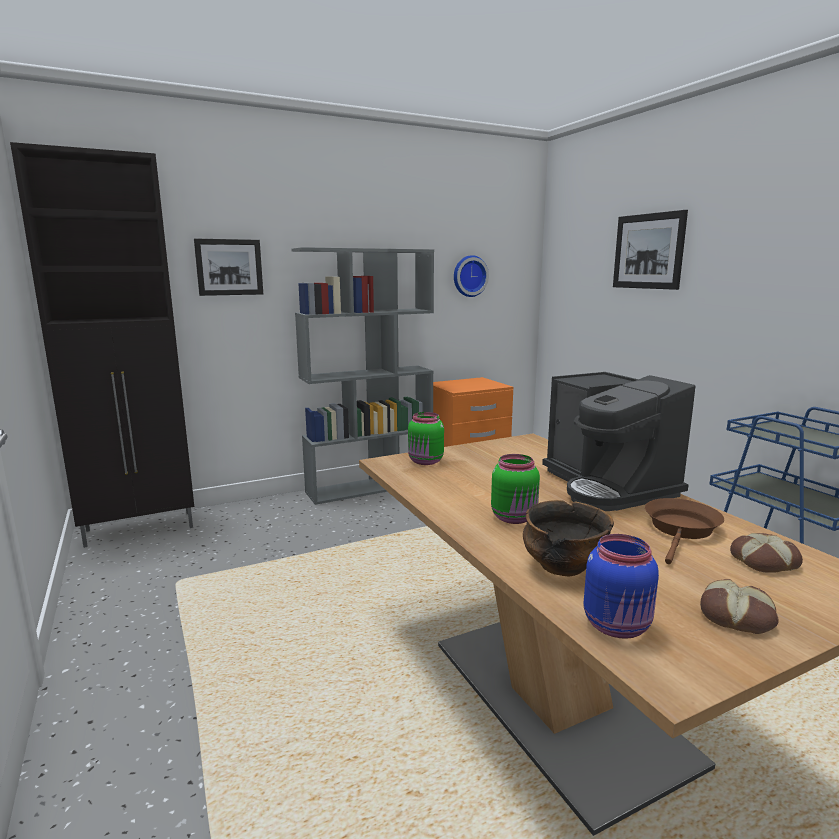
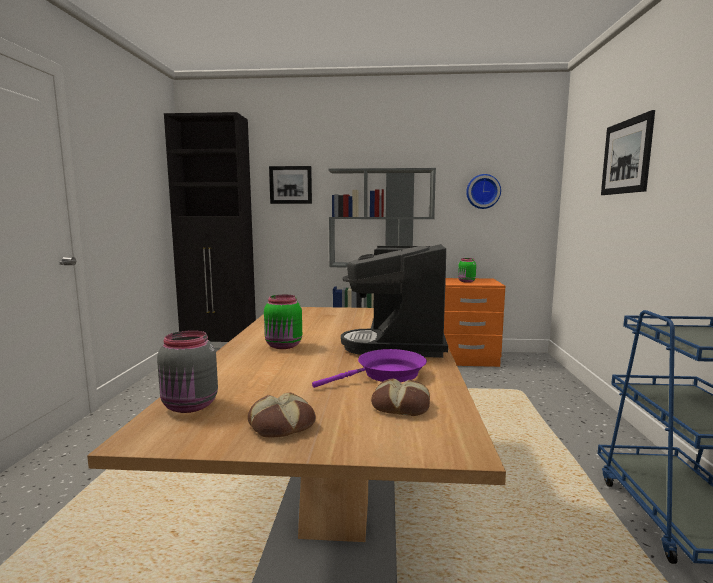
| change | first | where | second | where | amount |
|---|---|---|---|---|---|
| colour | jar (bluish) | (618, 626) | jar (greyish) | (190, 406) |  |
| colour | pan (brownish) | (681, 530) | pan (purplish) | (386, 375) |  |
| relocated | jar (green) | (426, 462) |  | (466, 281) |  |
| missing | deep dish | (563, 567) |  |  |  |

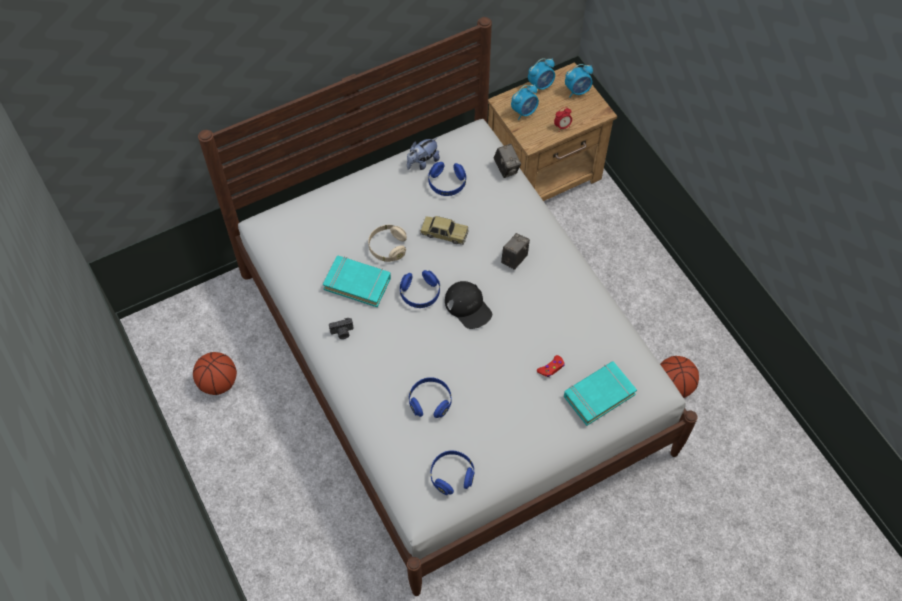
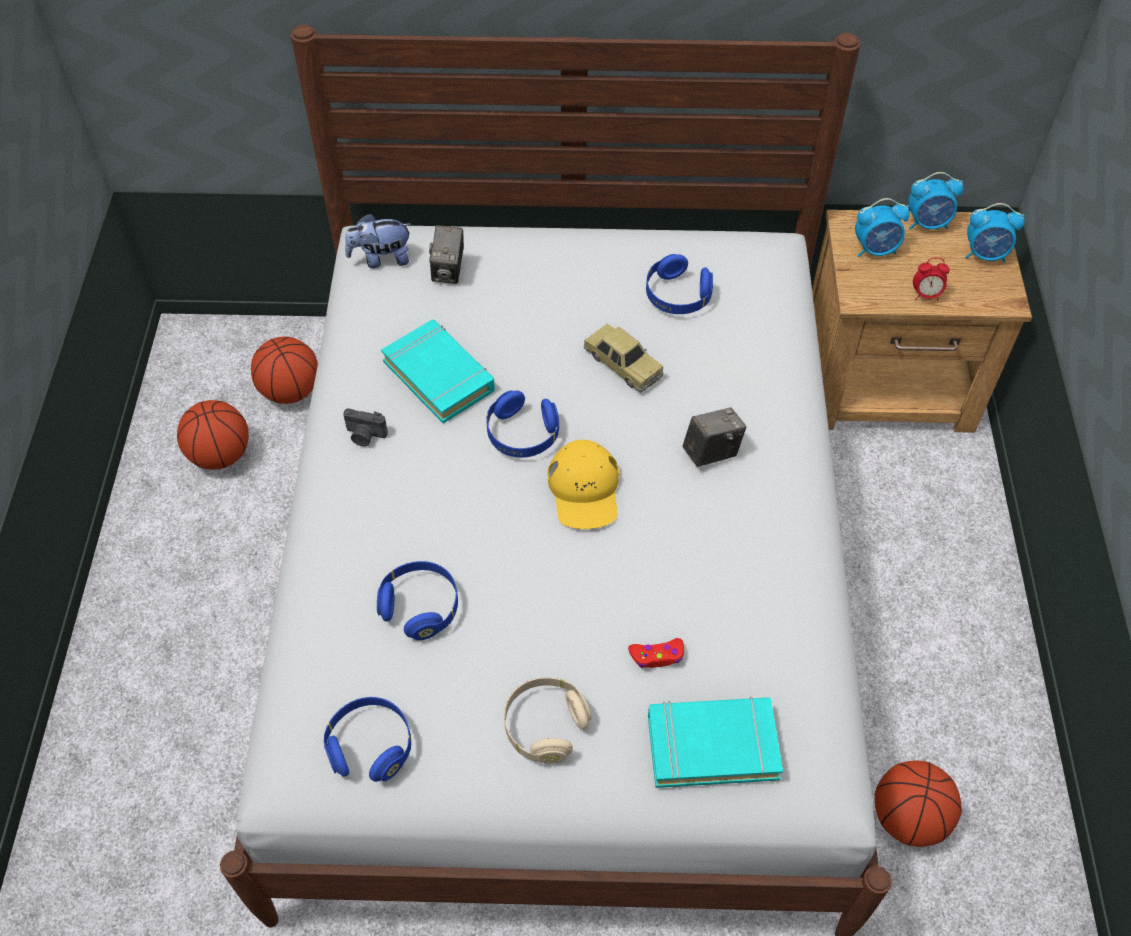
| change | first | where | second | where | amount |
|---|---|---|---|---|---|
| appeared |  |  | basketball | (291, 391) |  |
| relocated | soft toy | (422, 162) |  | (381, 259) |  |
| relocated | photo camera | (506, 168) |  | (448, 271) |  |
| relocated | headset (beige-coloured) | (387, 248) |  | (545, 726) |  |
| colour | peaked cap (black) | (468, 307) | peaked cap (yellow-coloured) | (584, 490) |  |

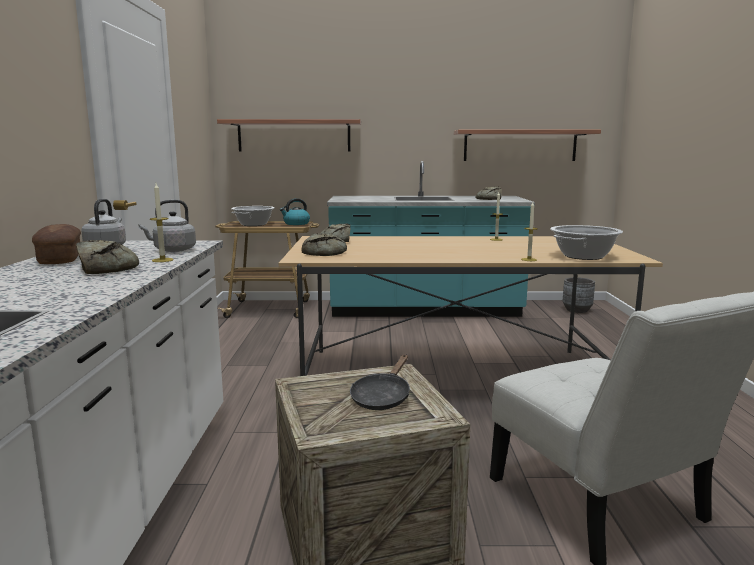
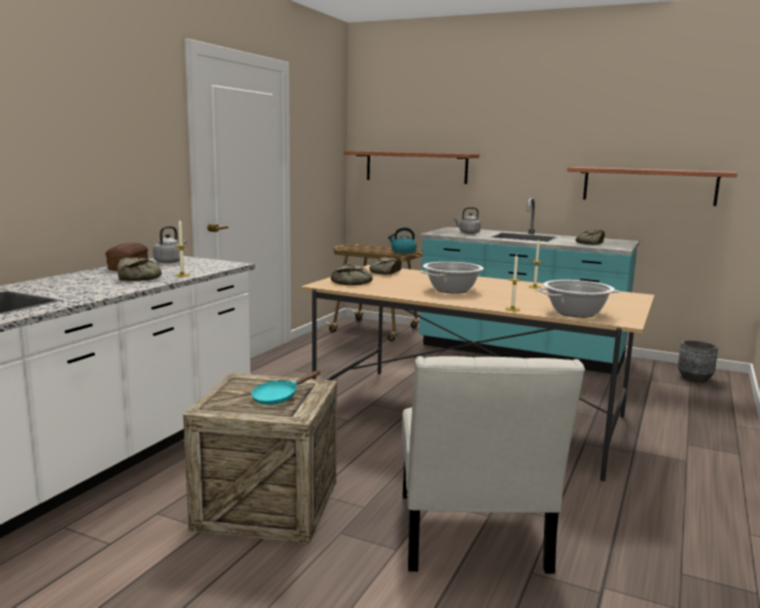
| change | first | where | second | where | amount |
|---|---|---|---|---|---|
| colour | pan (black) | (382, 397) | pan (blue-green) | (279, 397) |  |
| relocated | saucepot | (253, 224) |  | (452, 290) |  |
| relocated | tea kettle (greyish) | (172, 250) |  | (468, 233) |  |

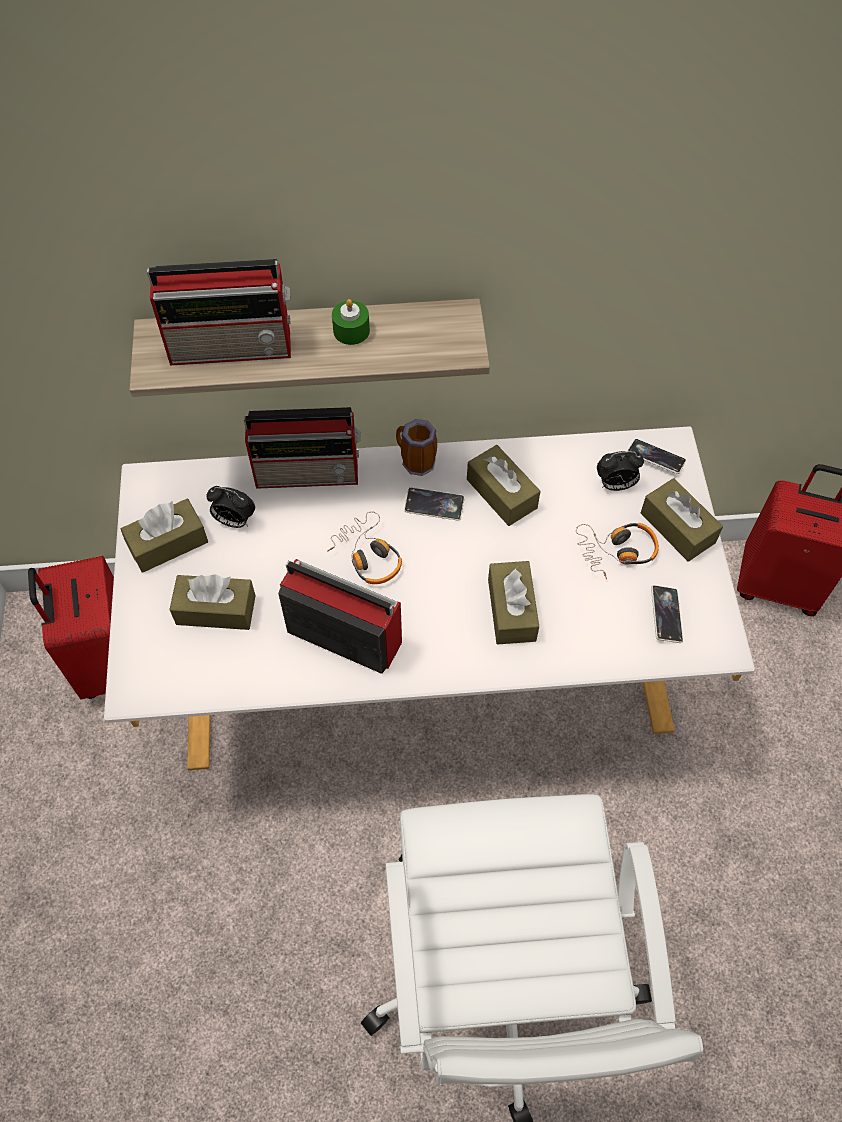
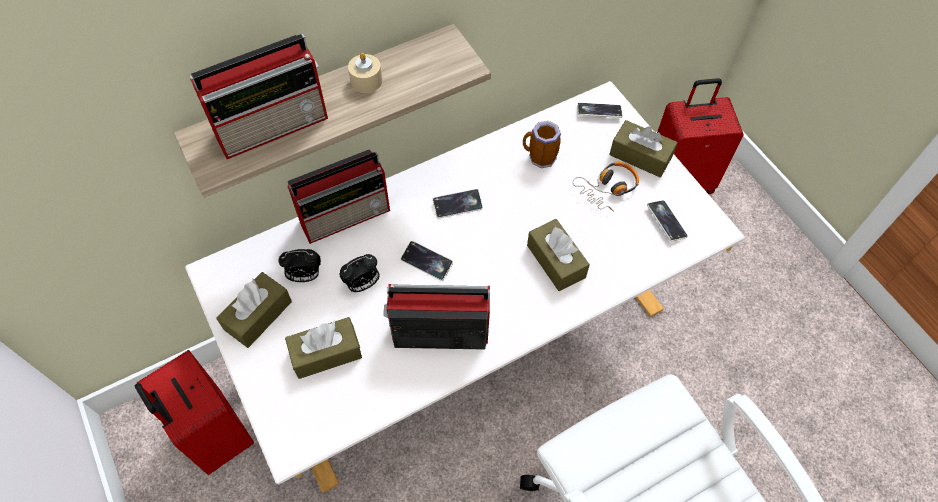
| change | first | where | second | where | amount |
|---|---|---|---|---|---|
| relocated | bedside clock | (615, 485) |  | (362, 284) |  |
| colour | candle (green) | (351, 331) | candle (beige-coloured) | (366, 81) |  |
| exchanged | headset | (368, 555) | phone | (426, 262) |  |
| relocated | mug | (415, 462) |  | (539, 158) |  |
| missing | box of tissues (brownish) | (501, 493) |  |  |  |

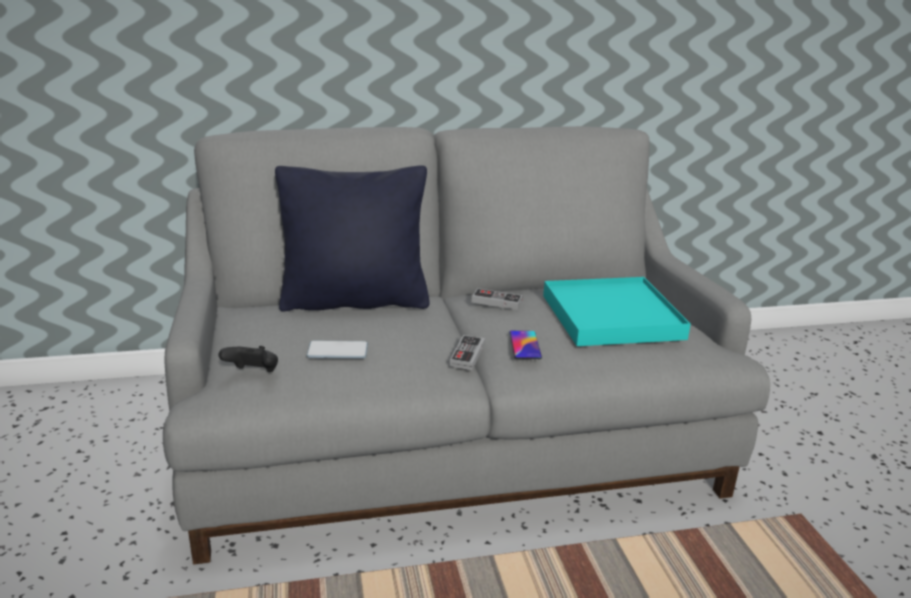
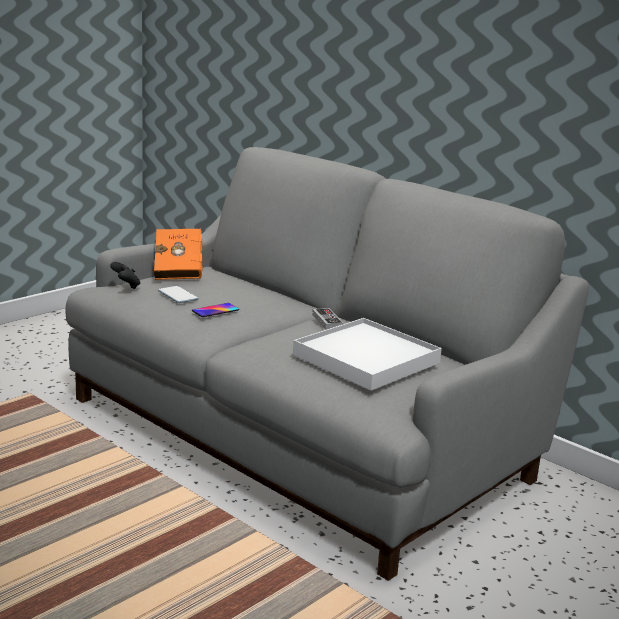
| change | first | where | second | where | amount |
|---|---|---|---|---|---|
| appeared |  |  | bound book (orangey) | (179, 270) |  |
| relocated | phone | (525, 345) |  | (215, 310) |  |
| colour | tray (blue-green) | (611, 316) | tray (white) | (366, 359) |  |
| missing | throw pillow (black) | (355, 301) |  |  |  |
| missing | gamepad | (467, 355) |  |  |  |

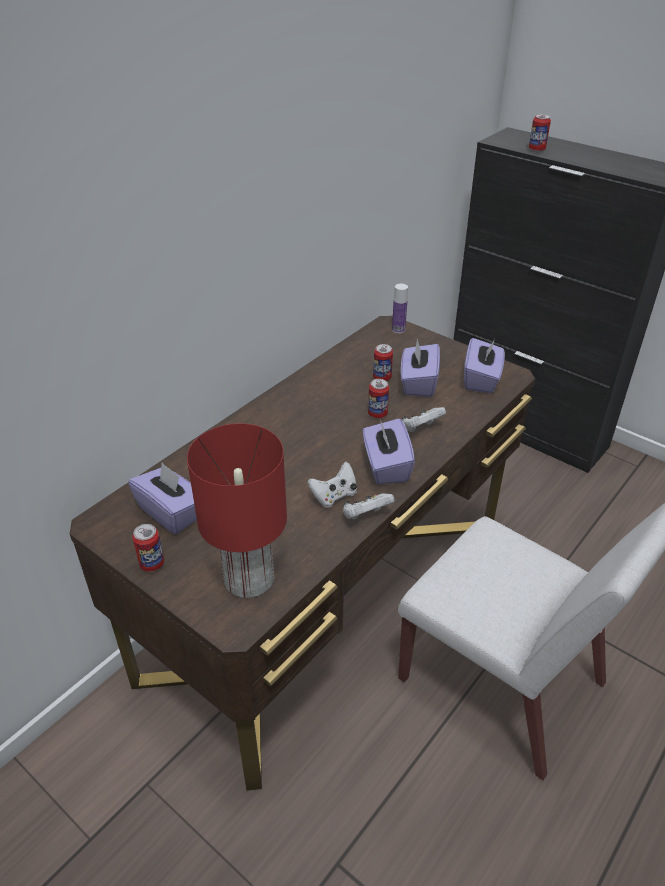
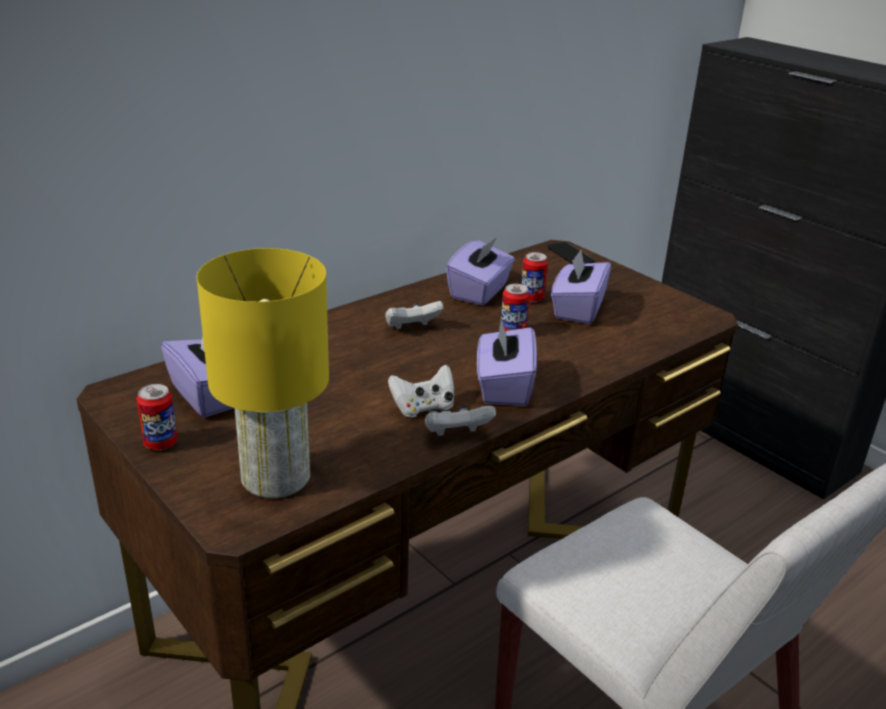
| change | first | where | second | where | amount |
|---|---|---|---|---|---|
| colour | tabletop lamp (red) | (248, 577) | tabletop lamp (yellow-coloured) | (276, 476) |  |
| relocated | gamepad (white) | (420, 429) |  | (411, 328) |  |
| relocated | box of tissues (purplish) | (481, 379) |  | (480, 292) |  |
| exchanged | bottle | (398, 330) | phone | (570, 255) |  |
| missing | sealed can | (536, 149) |  |  |  |

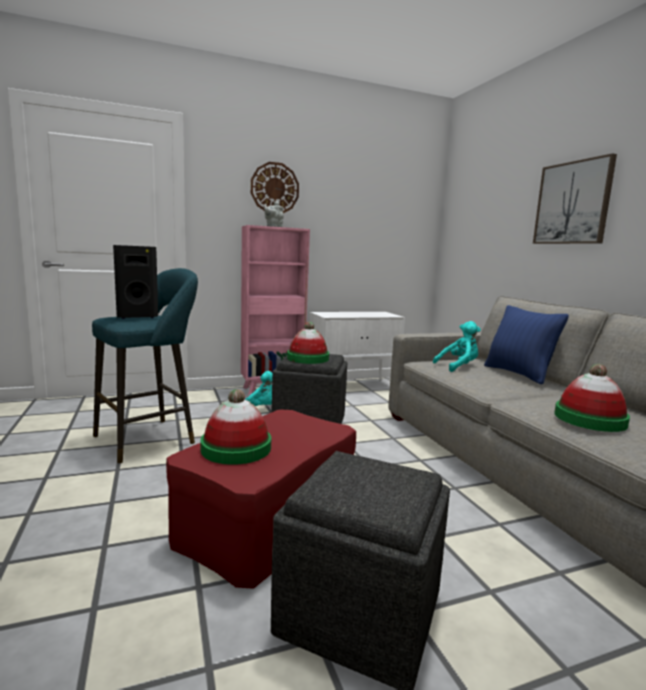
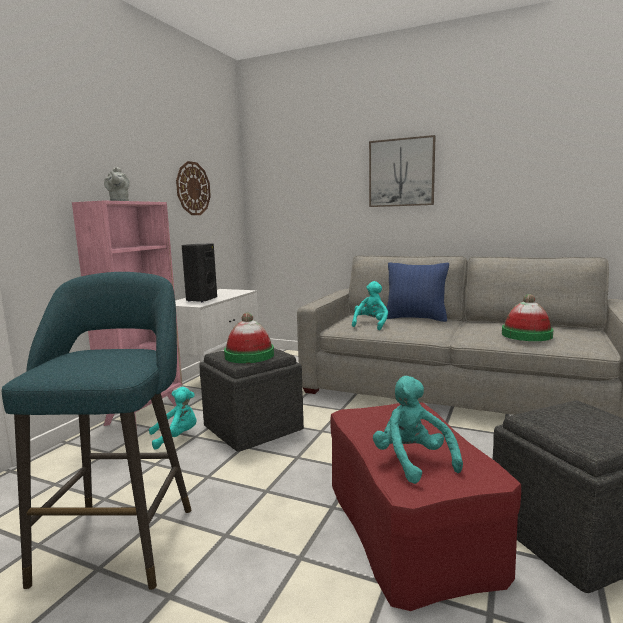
| change | first | where | second | where | amount |
|---|---|---|---|---|---|
| relocated | wall clock | (274, 188) |  | (193, 188) |  |
| relocated | loudspeaker (black) | (136, 316) |  | (200, 300) |  |
| exchanged | hat | (236, 448) | soft toy (blue-green) | (412, 461) |  |

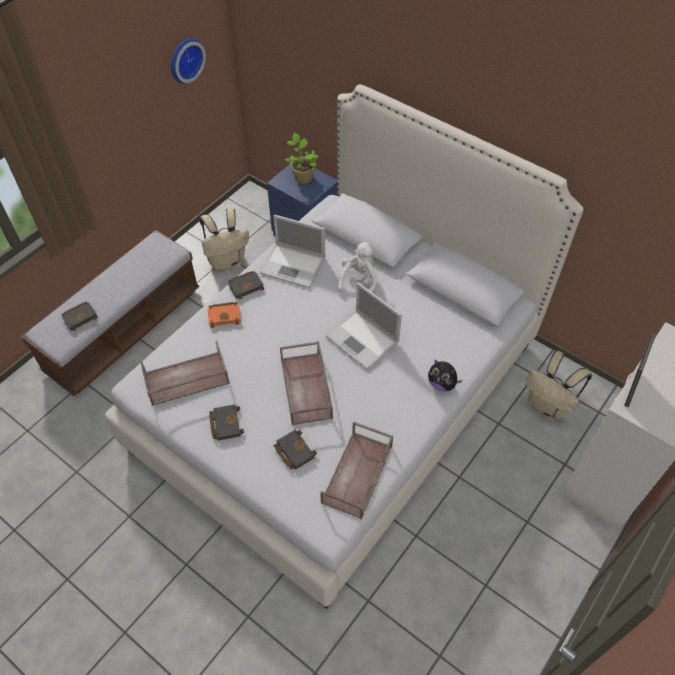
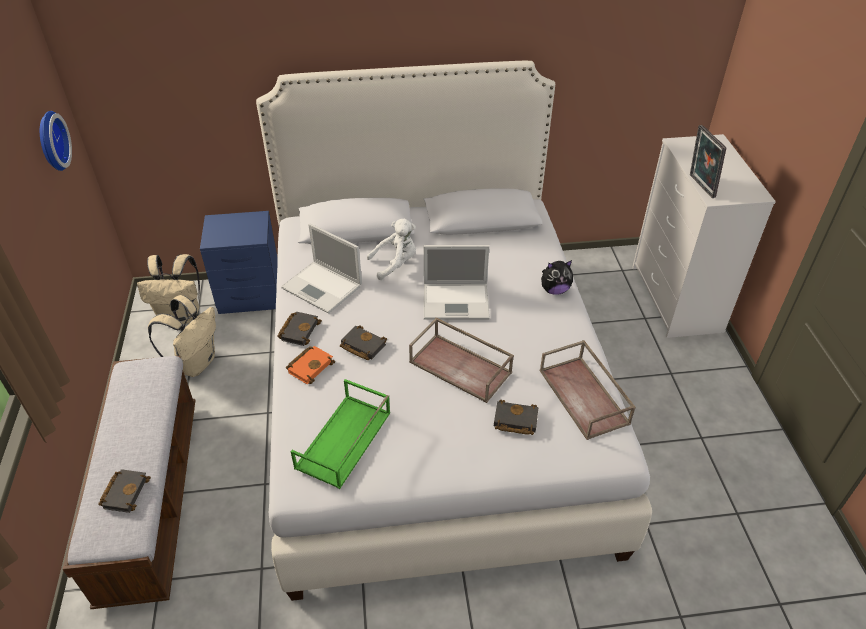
| change | first | where | second | where | amount |
|---|---|---|---|---|---|
| relocated | knapsack (beige-coloured) | (548, 406) |  | (181, 315) |  |
| spun | notebook computer | (294, 266) |  | (323, 287) | 60 degrees clockwise |
| colour | tray (brownish) | (186, 379) | tray (green) | (344, 441) |  |
| relocated | bound book (black) | (225, 423) |  | (361, 346) |  |
| spun | soft toy (white) | (359, 281) |  | (395, 264) | 90 degrees clockwise |
| missing | plant in a pot | (302, 177) |  |  |  |

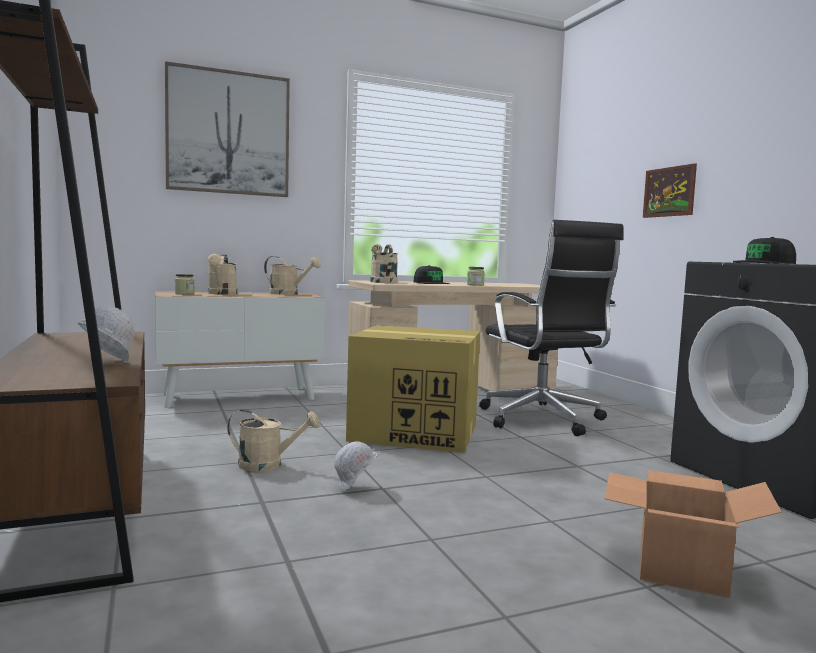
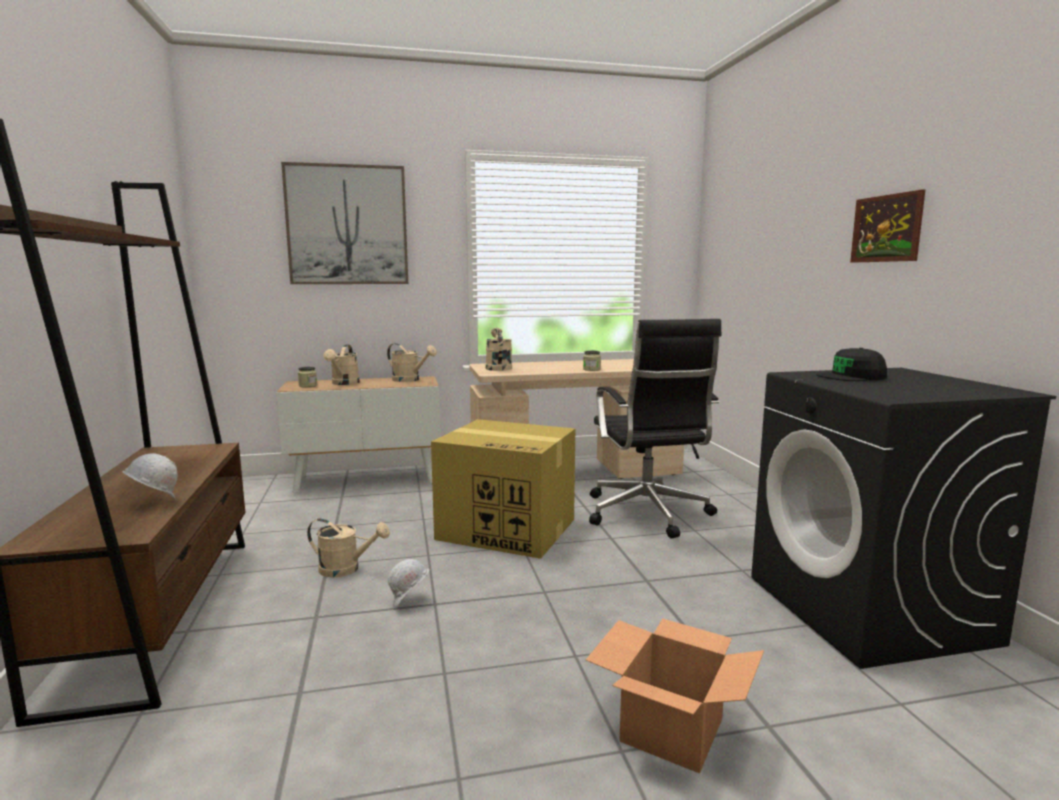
| change | first | where | second | where | amount |
|---|---|---|---|---|---|
| relocated | wall picture | (669, 192) |  | (886, 228) |  |
| missing | peaked cap (black) | (431, 283) |  |  |  |

